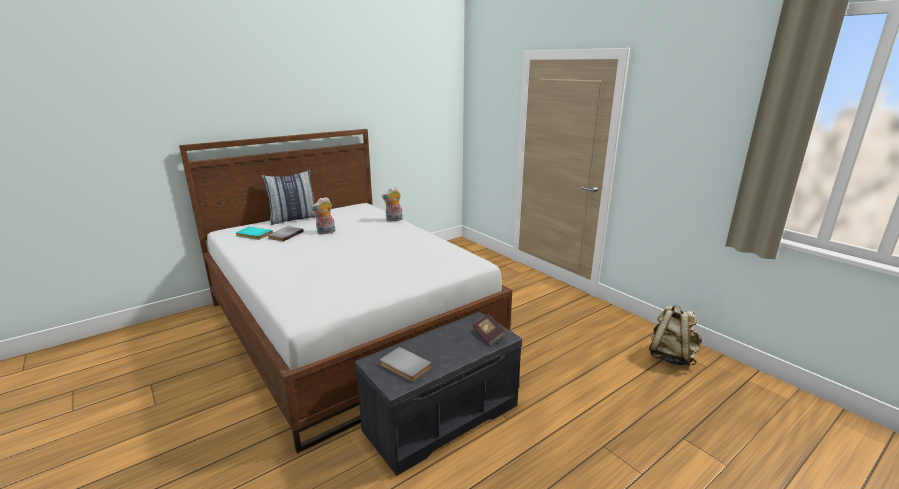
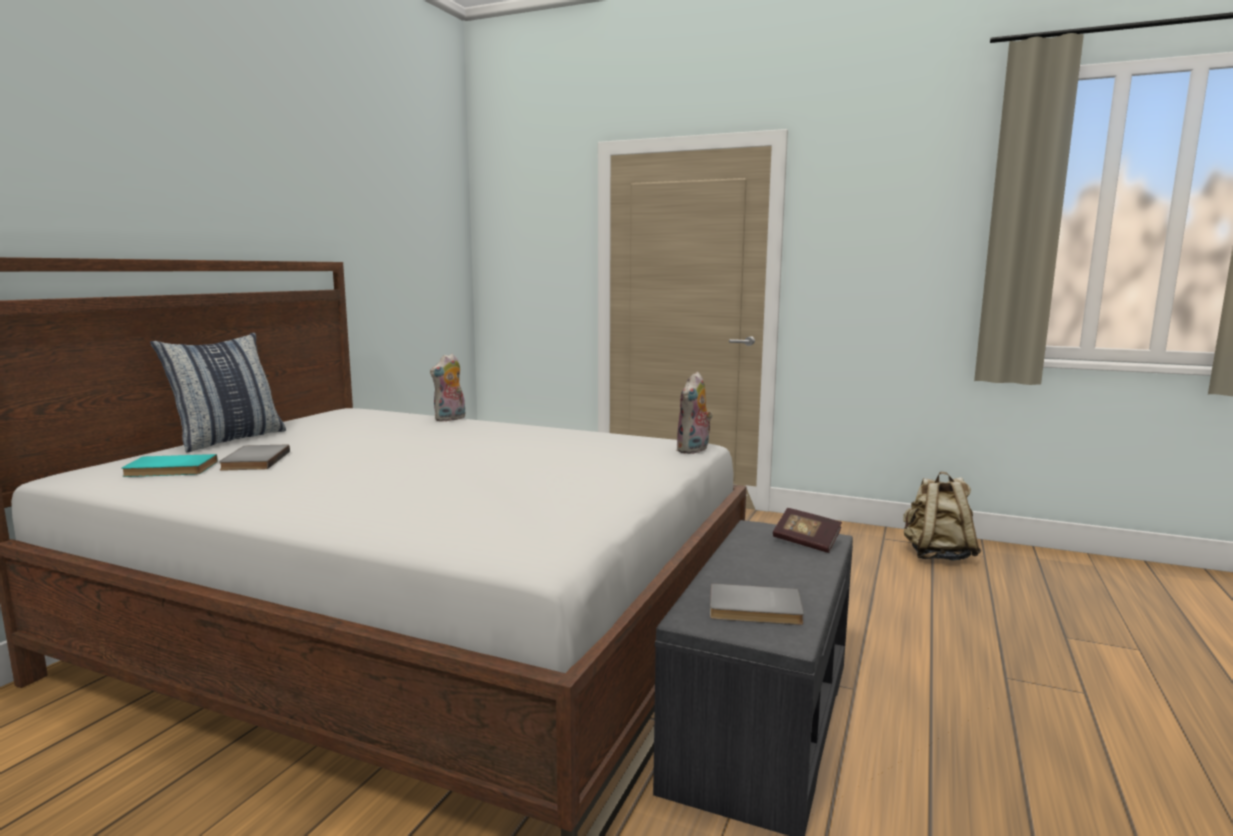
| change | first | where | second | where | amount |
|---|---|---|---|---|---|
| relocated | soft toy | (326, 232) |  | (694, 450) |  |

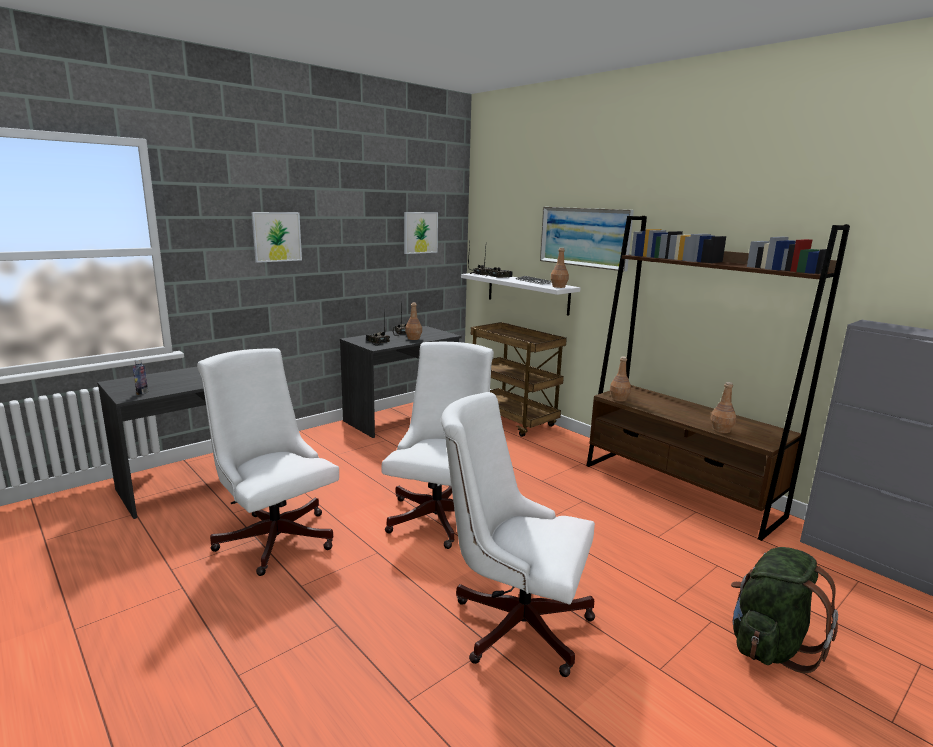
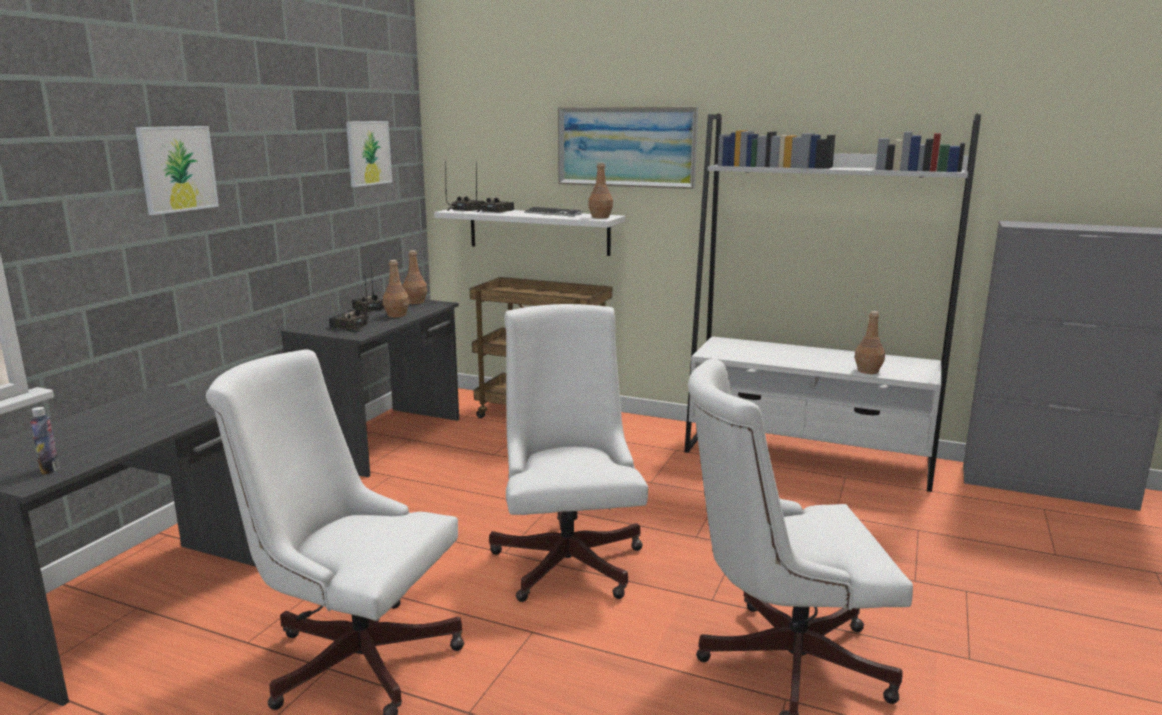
| change | first | where | second | where | amount |
|---|---|---|---|---|---|
| relocated | bottle (brownish) | (619, 399) |  | (415, 302) |  |
| colour | bookshelf (brownish) | (679, 490) | bookshelf (white) | (807, 456) |  |
| missing | knapsack (green) | (769, 645) |  |  |  |

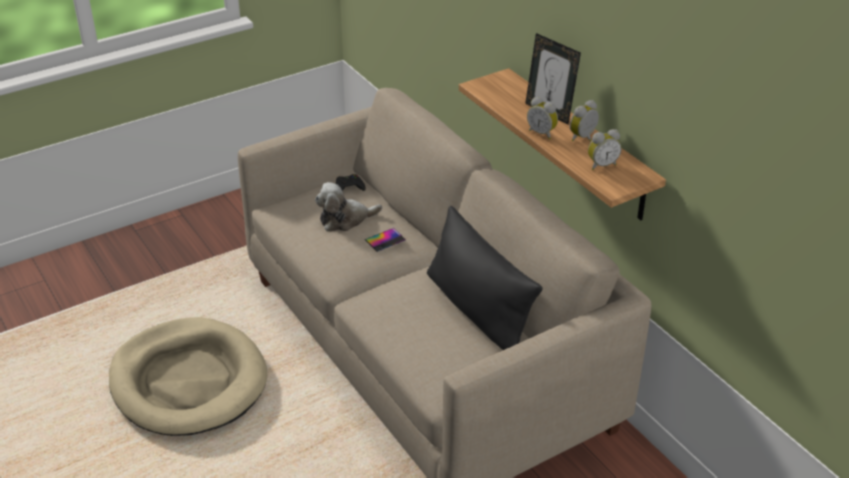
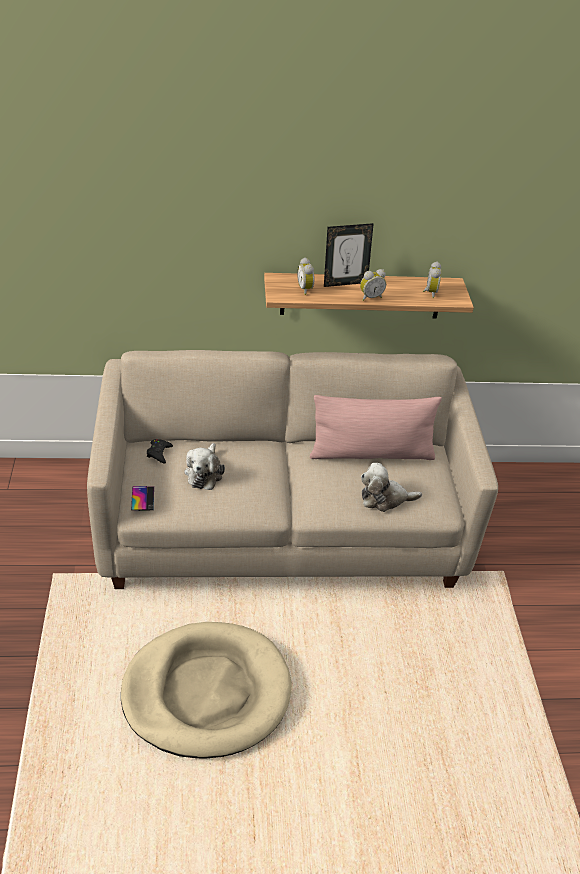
| change | first | where | second | where | amount |
|---|---|---|---|---|---|
| relocated | phone | (385, 240) |  | (142, 498) |  |
| relocated | bedside clock | (584, 138) |  | (306, 289) |  |
| colour | throw pillow (black) | (477, 311) | throw pillow (pink-coloured) | (371, 453) |  |
| appeared |  |  | soft toy | (384, 498) |  |

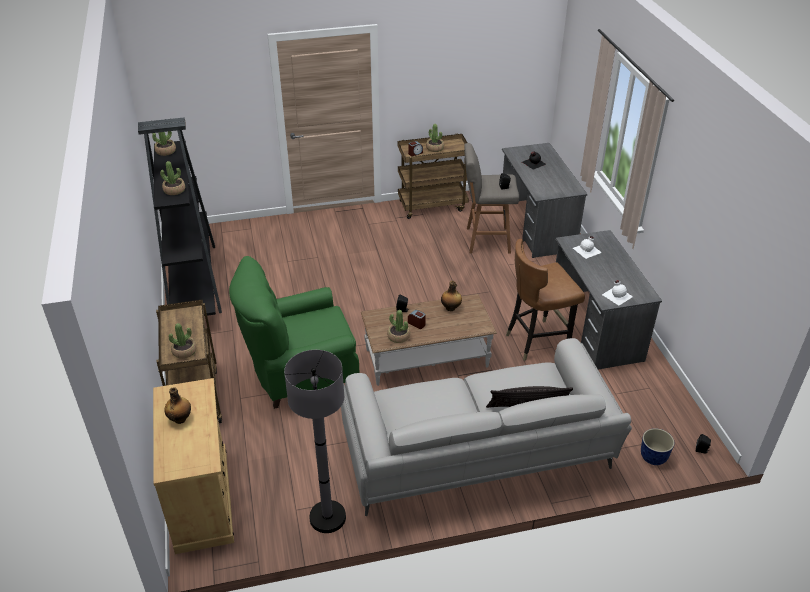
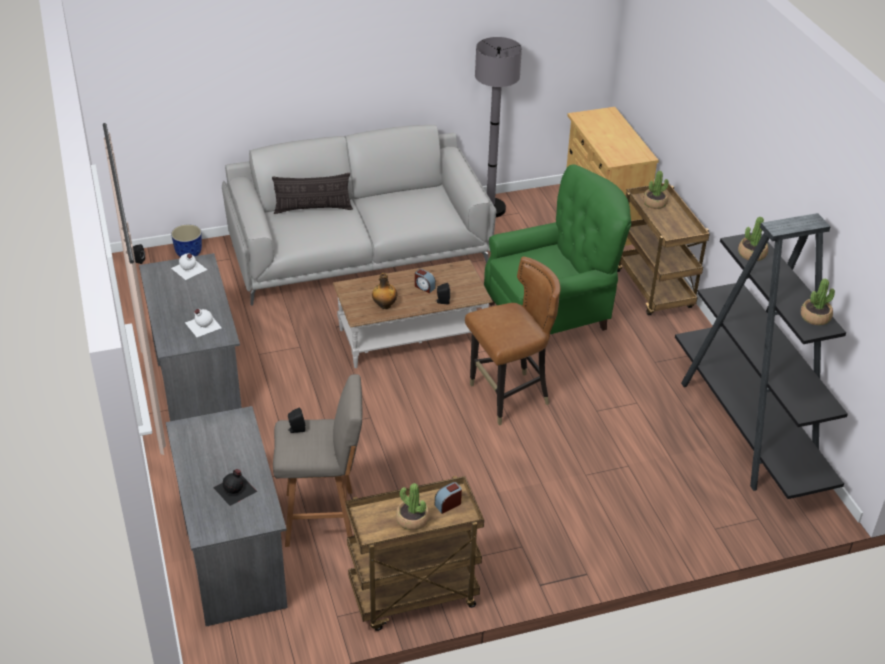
| change | first | where | second | where | amount |
|---|---|---|---|---|---|
| relocated | upright chair (brownish) | (537, 341) |  | (508, 397) |  |
| missing | bottle | (180, 419) |  |  |  |
| missing | plant in a pot | (398, 336) |  |  |  |

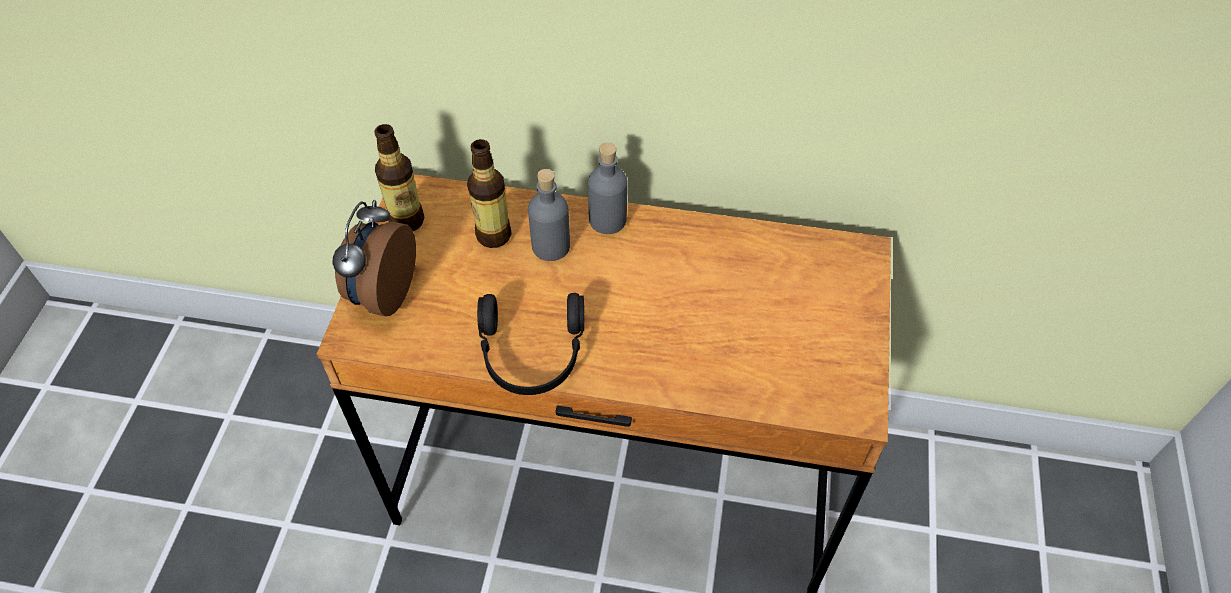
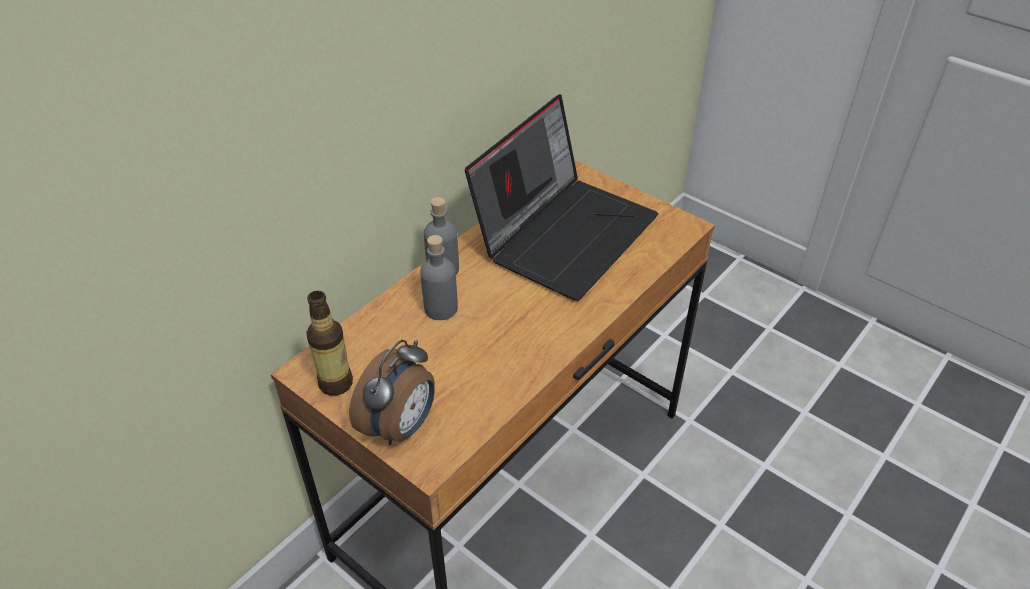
| change | first | where | second | where | amount |
|---|---|---|---|---|---|
| spun | bedside clock | (382, 293) |  | (401, 427) | 105 degrees counterclockwise |
| appeared |  |  | notebook computer | (565, 233) |  |
| missing | bottle | (493, 235) |  |  |  |
| missing | headset (black) | (532, 354) |  |  |  |

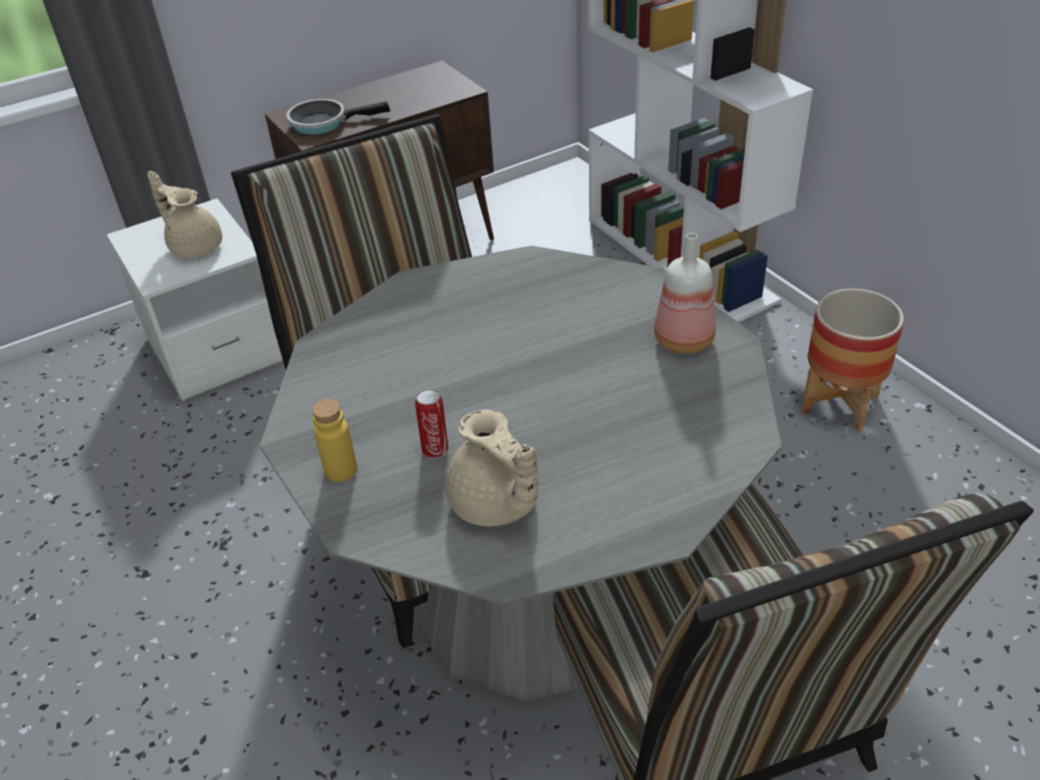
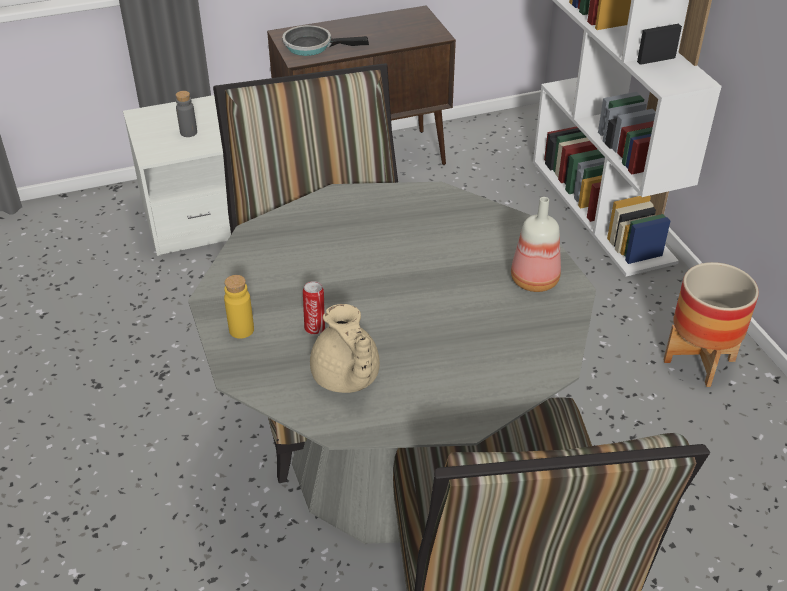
| change | first | where | second | where | amount |
|---|---|---|---|---|---|
| exchanged | pot for tea (beige-coloured) | (195, 246) | bottle (greyish) | (188, 132) |  |

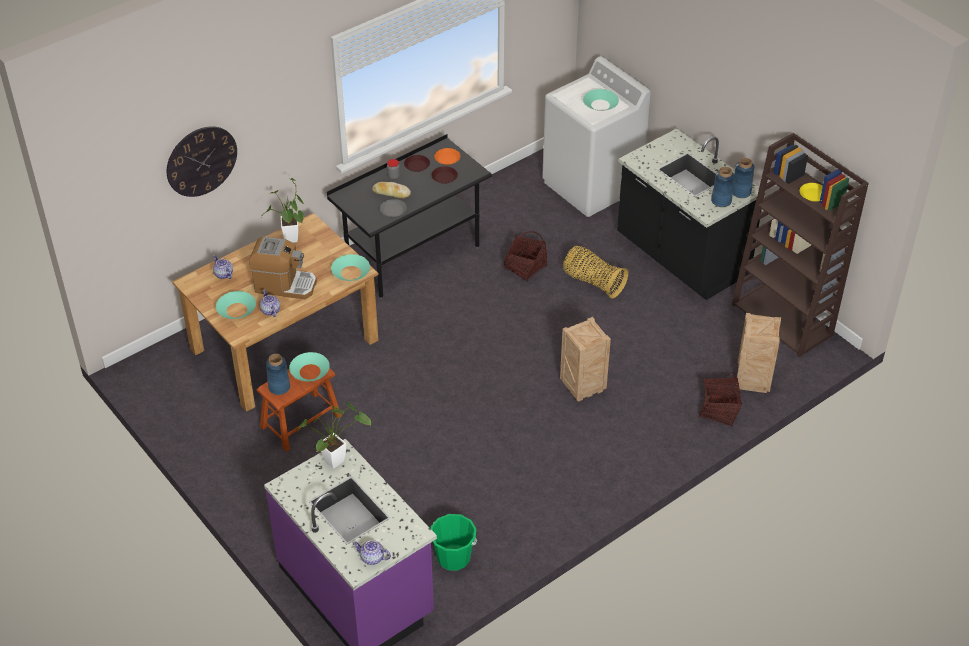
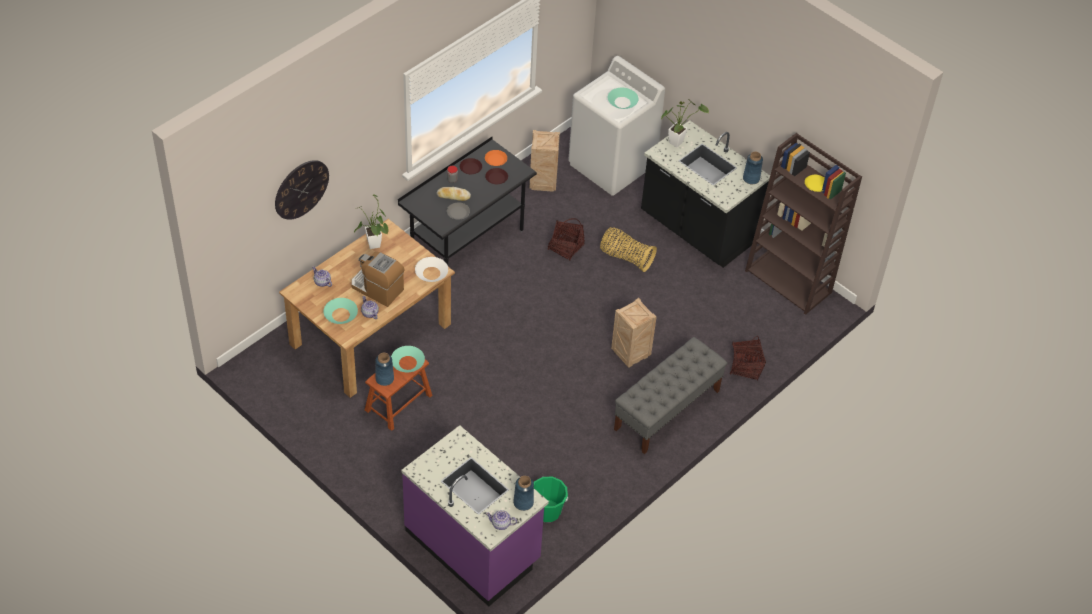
| change | first | where | second | where | amount |
|---|---|---|---|---|---|
| spun | coffee maker | (285, 285) |  | (377, 288) | 150 degrees counterclockwise |
| colour | deep dish (blue-green) | (351, 272) | deep dish (white) | (431, 273) |  |
| relocated | vase (bluish) | (721, 201) |  | (523, 502) |  |
| relocated | crate | (753, 381) |  | (543, 183) |  |
| appeared |  |  | long seat (greyish) | (667, 410) |  |
| relocated | plant in a pot | (338, 459) |  | (678, 141) |  |

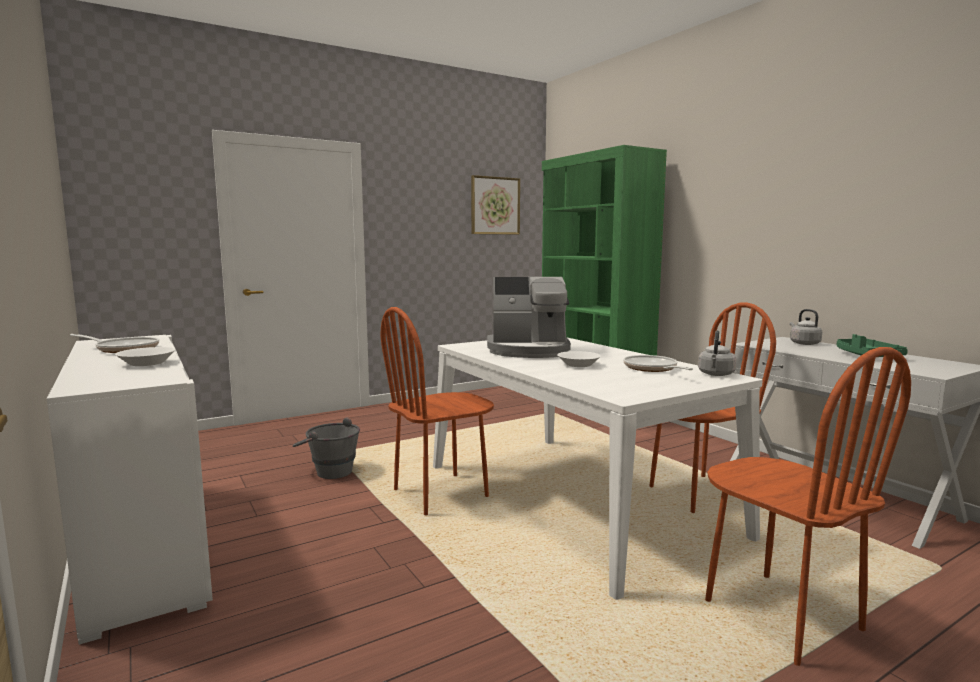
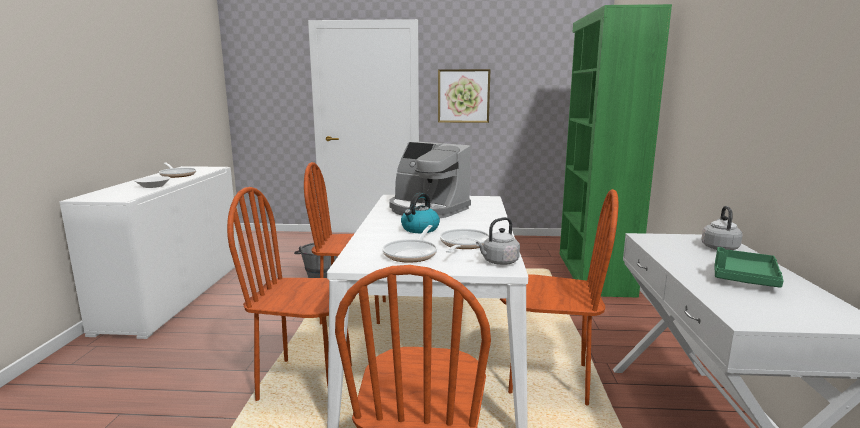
| change | first | where | second | where | amount |
|---|---|---|---|---|---|
| appeared |  |  | upright chair (brownish) | (306, 382) |  |
| appeared |  |  | pan | (412, 253) |  |
| exchanged | deep dish (white) | (579, 364) | tea kettle | (420, 229) |  |
| relocated | wall picture | (495, 205) |  | (463, 96) |  |

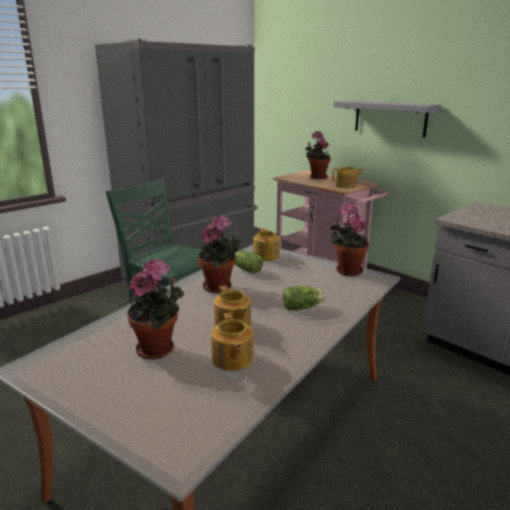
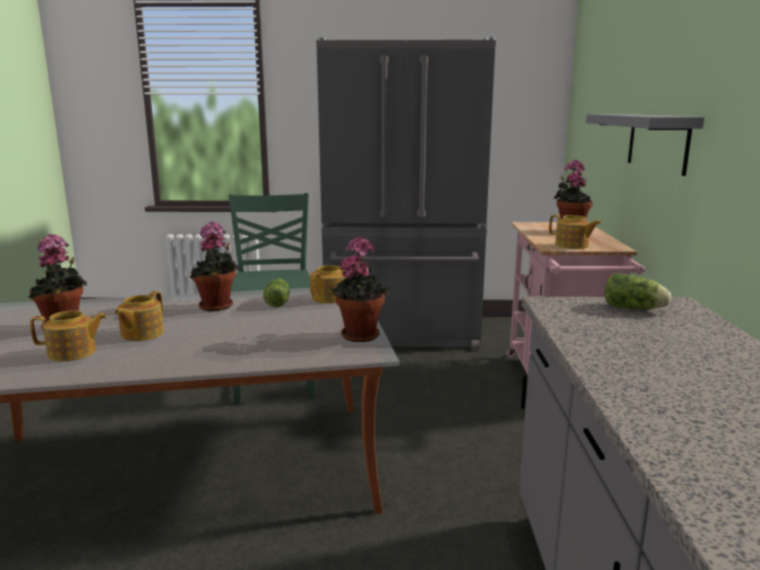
| change | first | where | second | where | amount |
|---|---|---|---|---|---|
| spun | pot for tea | (232, 359) |  | (73, 353) | 135 degrees counterclockwise |
| relocated | lettuce | (303, 307) |  | (635, 309) |  |

